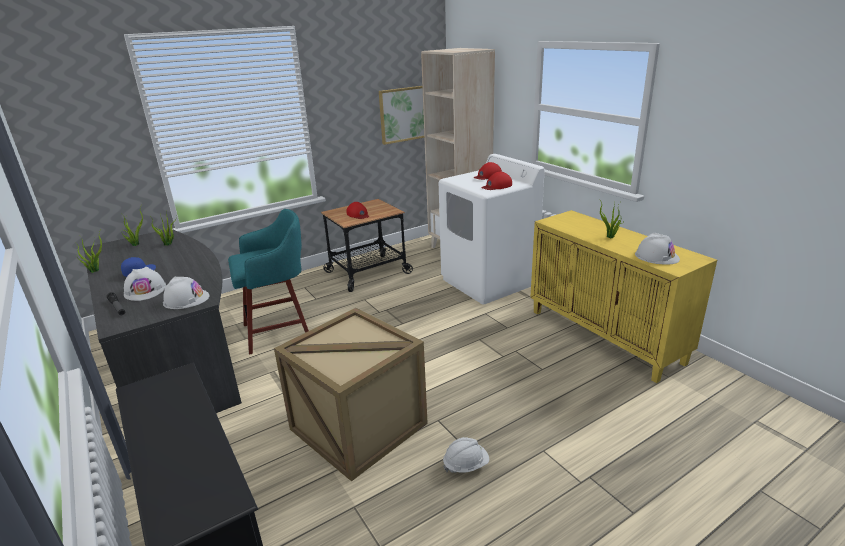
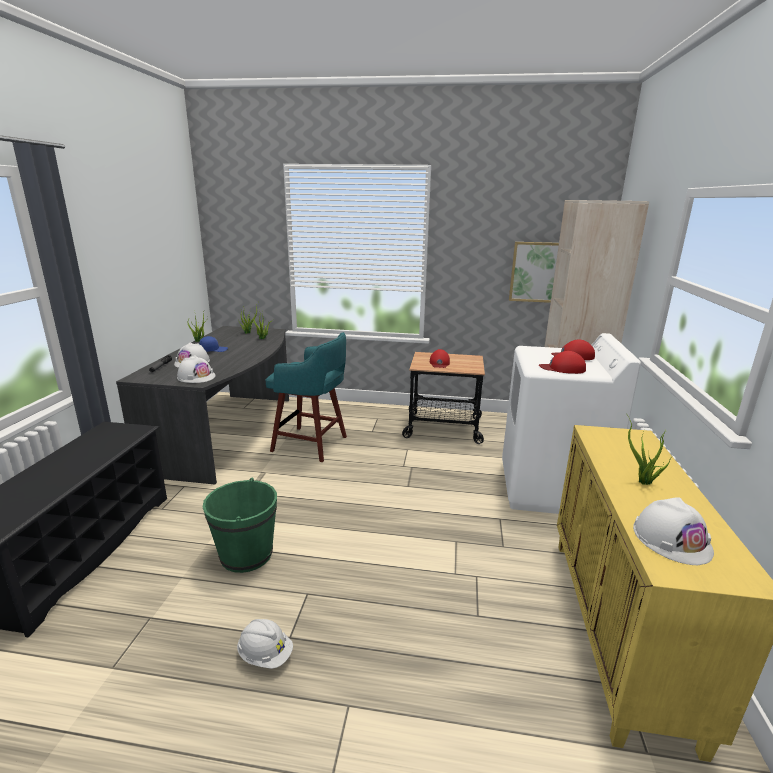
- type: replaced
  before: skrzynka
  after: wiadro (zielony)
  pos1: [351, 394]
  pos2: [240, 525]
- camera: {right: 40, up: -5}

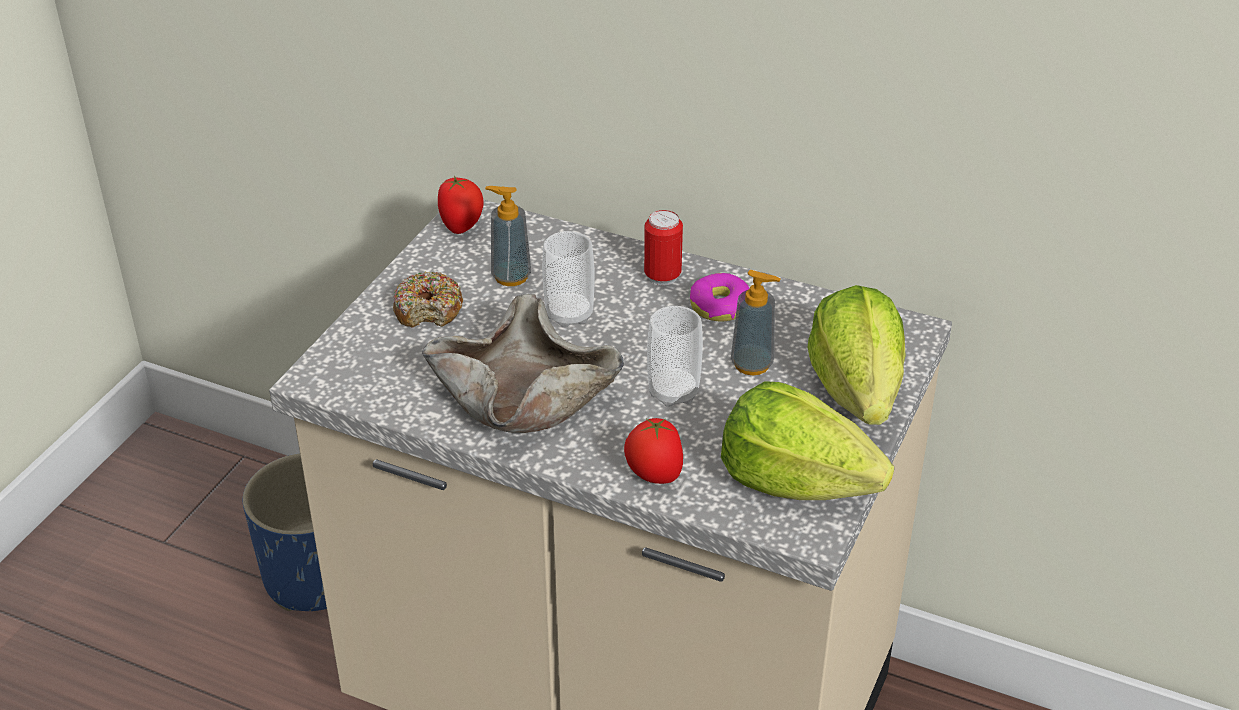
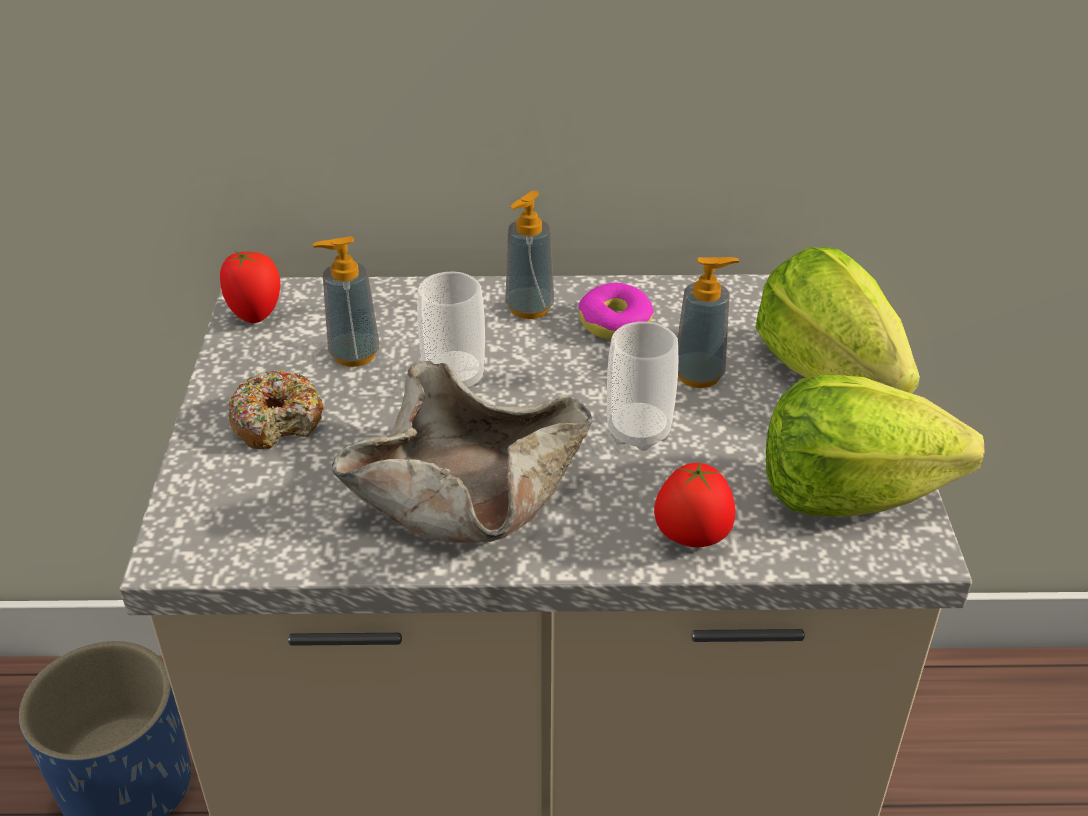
- type: replaced
  before: puszka
  after: dozownik mydła
  pos1: [663, 247]
  pos2: [529, 255]
- camera: {right: -25, up: 0}

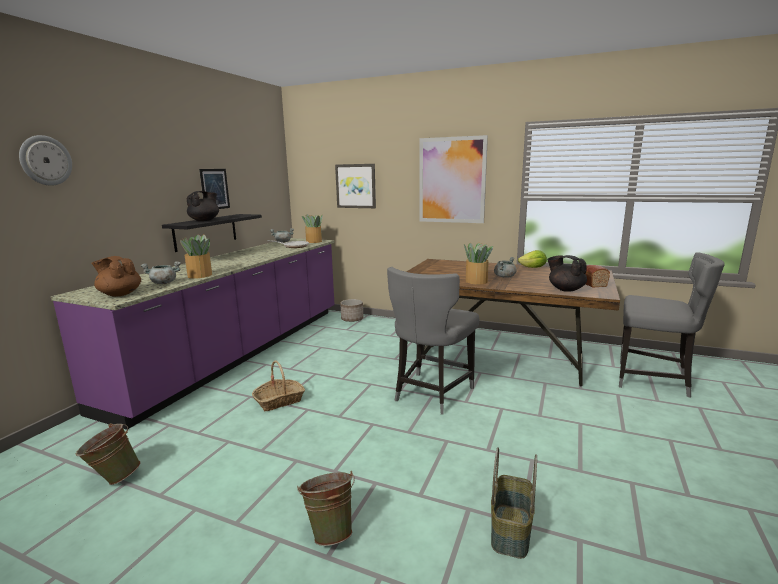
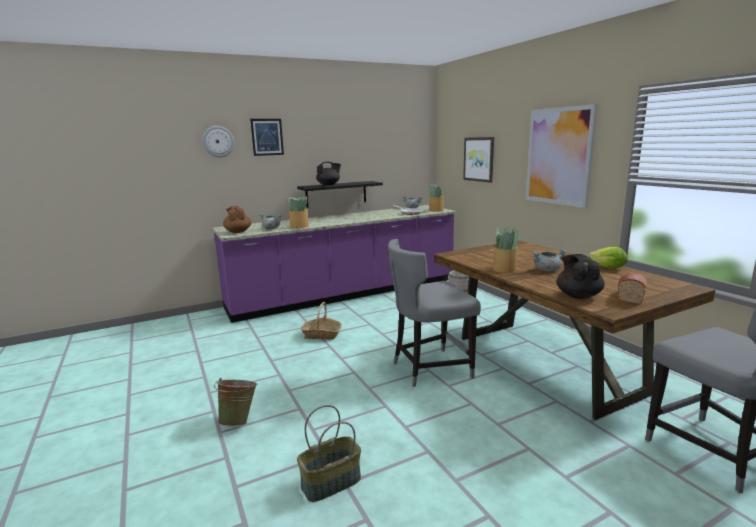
- type: removed
  before: wiadro (zielony)
  pos1: [108, 454]
- type: moved
  before: obraz
  pos1: [214, 189]
  pos2: [267, 137]
- camera: {right: 40, up: 0}

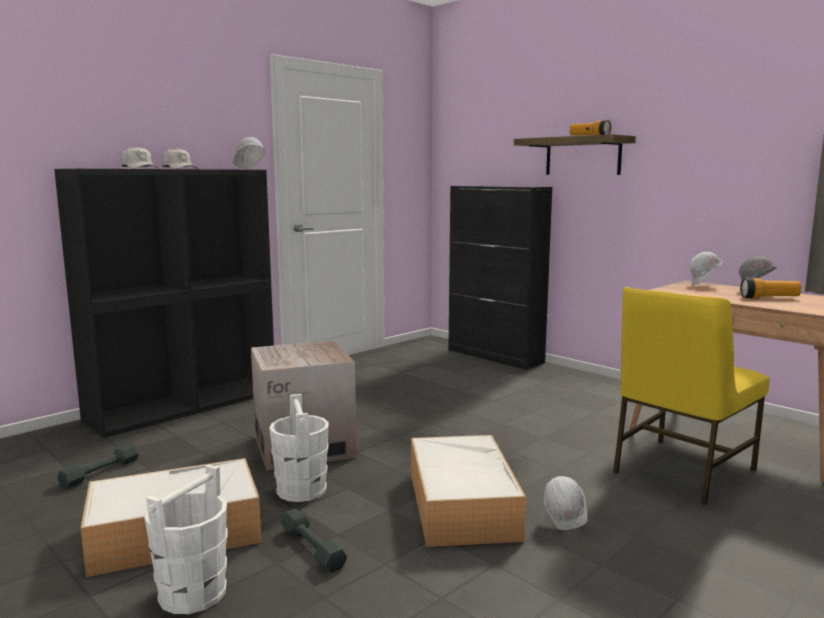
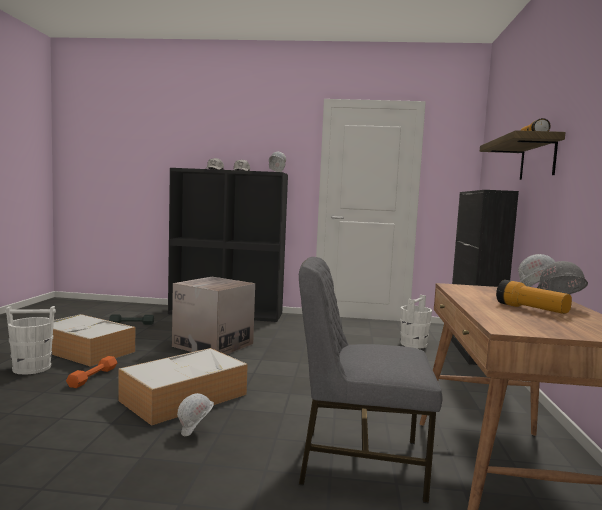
- type: moved
  before: wiadro (biały)
  pos1: [299, 448]
  pos2: [416, 322]
- type: recoloured
  before: hantel (szary)
  after: hantel (pomarańczowy)
  pos1: [314, 540]
  pos2: [91, 372]
- type: recoloured
  before: krzesło (żółty)
  after: krzesło (szary)
  pos1: [691, 396]
  pos2: [370, 380]
- camera: {right: 50, up: -5}

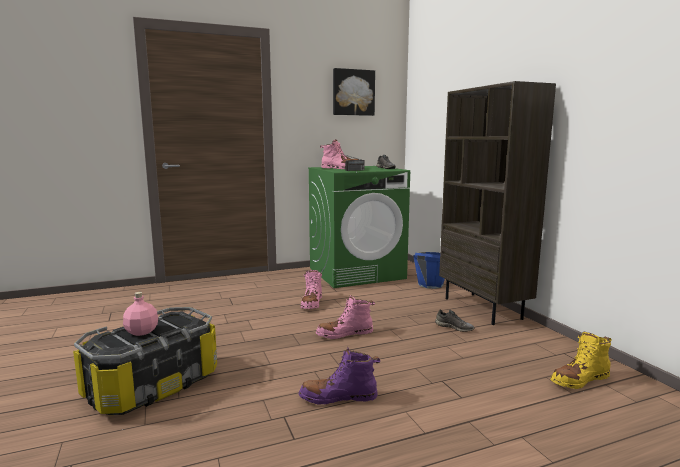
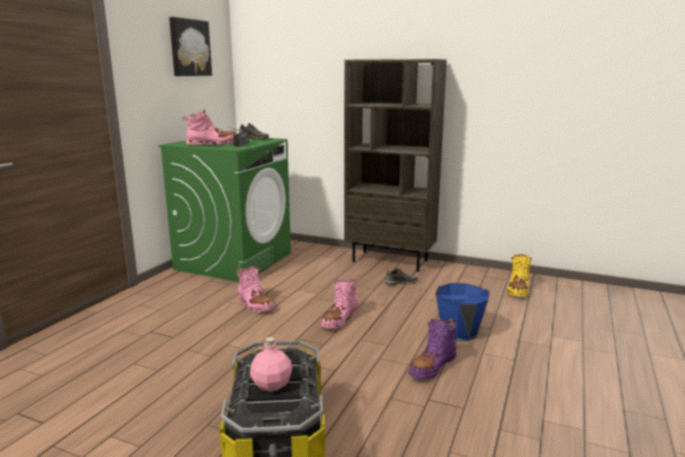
- type: moved
  before: wiadro (niebieski)
  pos1: [429, 270]
  pos2: [462, 312]
- camera: {right: -45, up: 5}

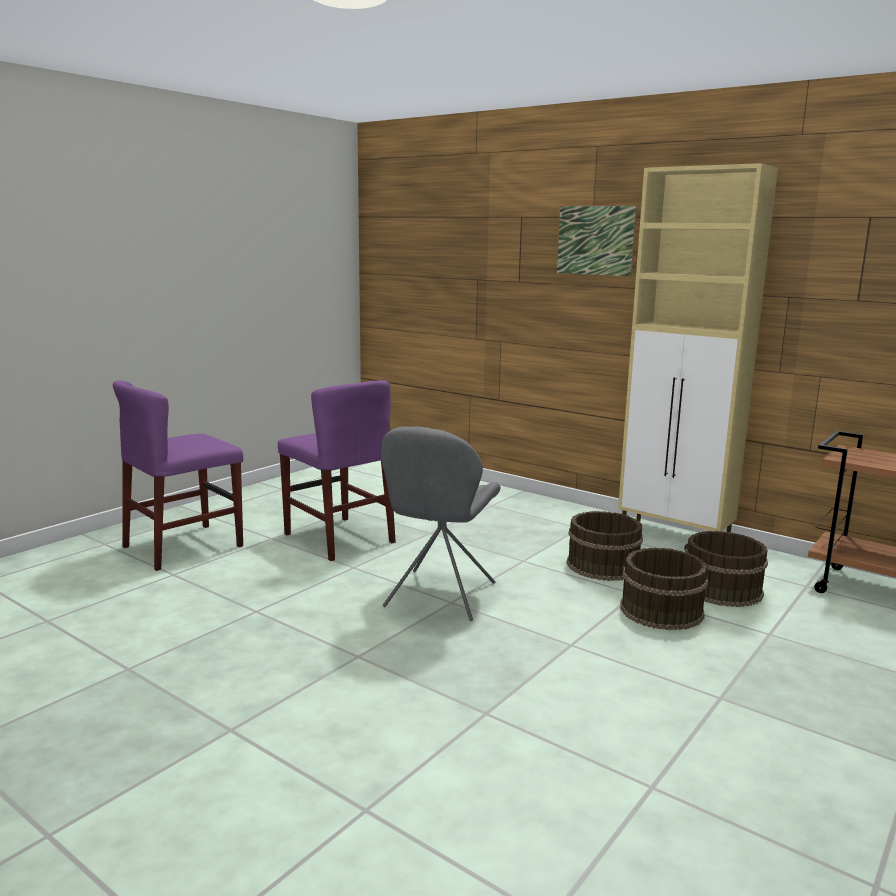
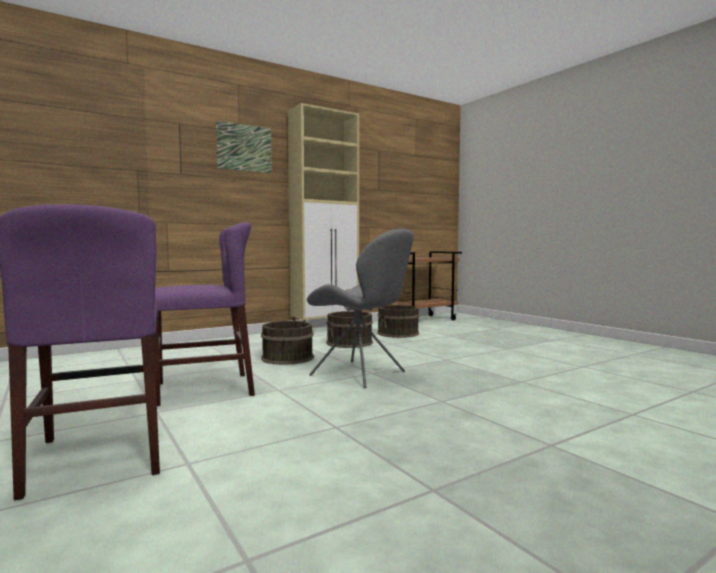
- type: moved
  before: wiadro (brązowy)
  pos1: [664, 589]
  pos2: [287, 343]
- camera: {right: -70, up: -10}

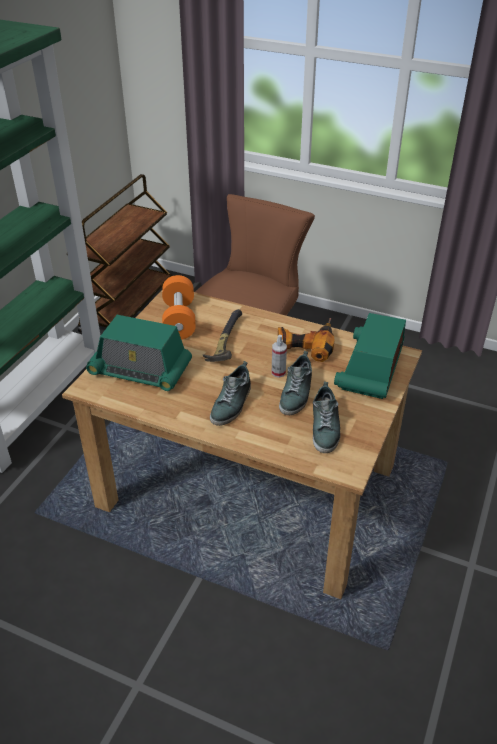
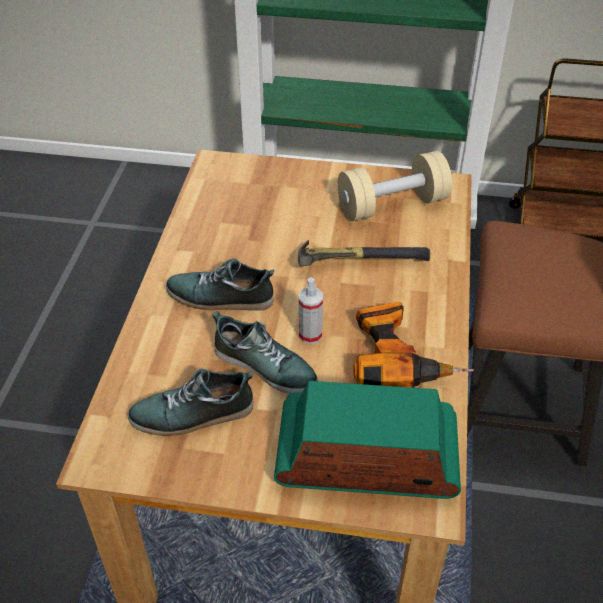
- type: removed
  before: radio
  pos1: [139, 353]
- type: recoloured
  before: hantel (pomarańczowy)
  after: hantel (beżowy)
  pos1: [179, 307]
  pos2: [394, 186]
- type: turned
  before: but
  pos1: [295, 383]
  pos2: [265, 352]
  turn: -150
- camera: {right: 75, up: 5}

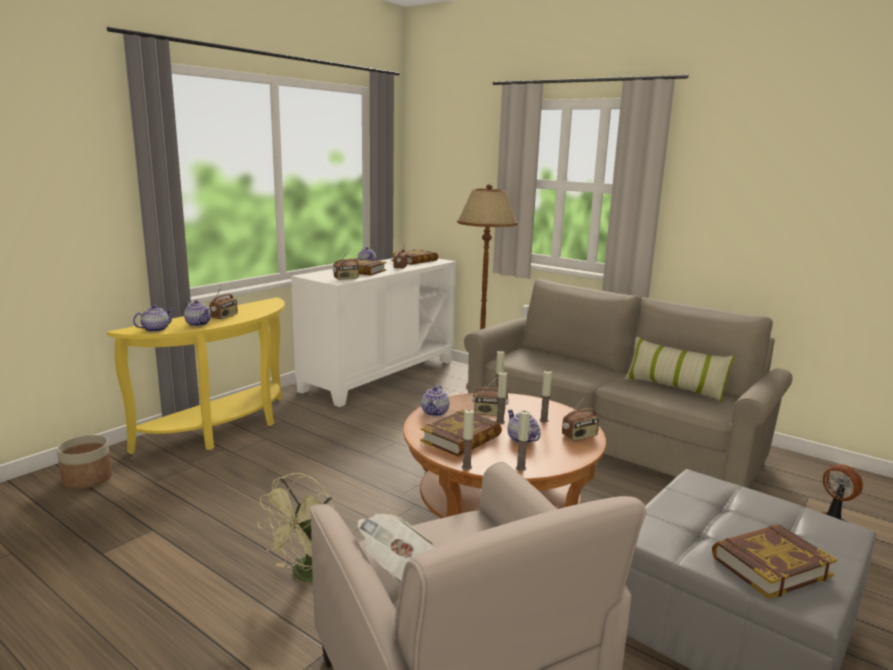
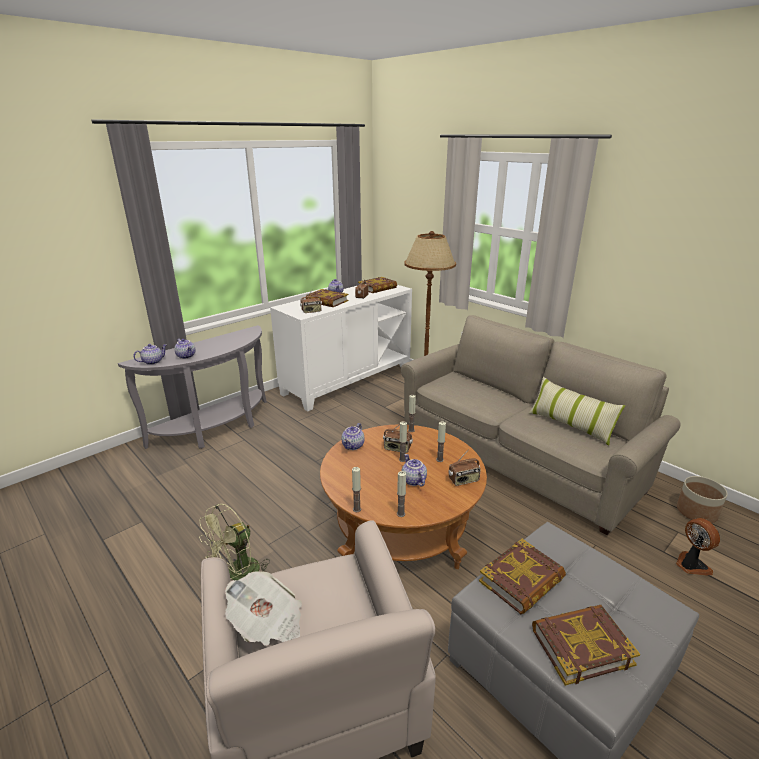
- type: moved
  before: donica
  pos1: [84, 462]
  pos2: [702, 499]
- type: recoloured
  before: stolik konsolowy (żółty)
  after: stolik konsolowy (szary)
  pos1: [196, 375]
  pos2: [192, 387]
- type: removed
  before: radio
  pos1: [223, 302]
- type: moved
  before: książka
  pos1: [461, 433]
  pos2: [522, 576]
- camera: {right: 10, up: 10}

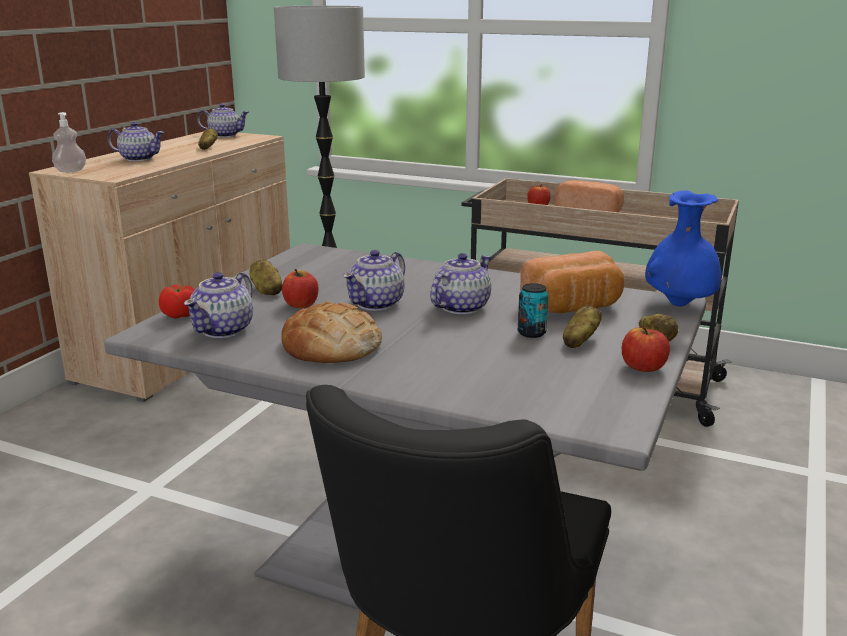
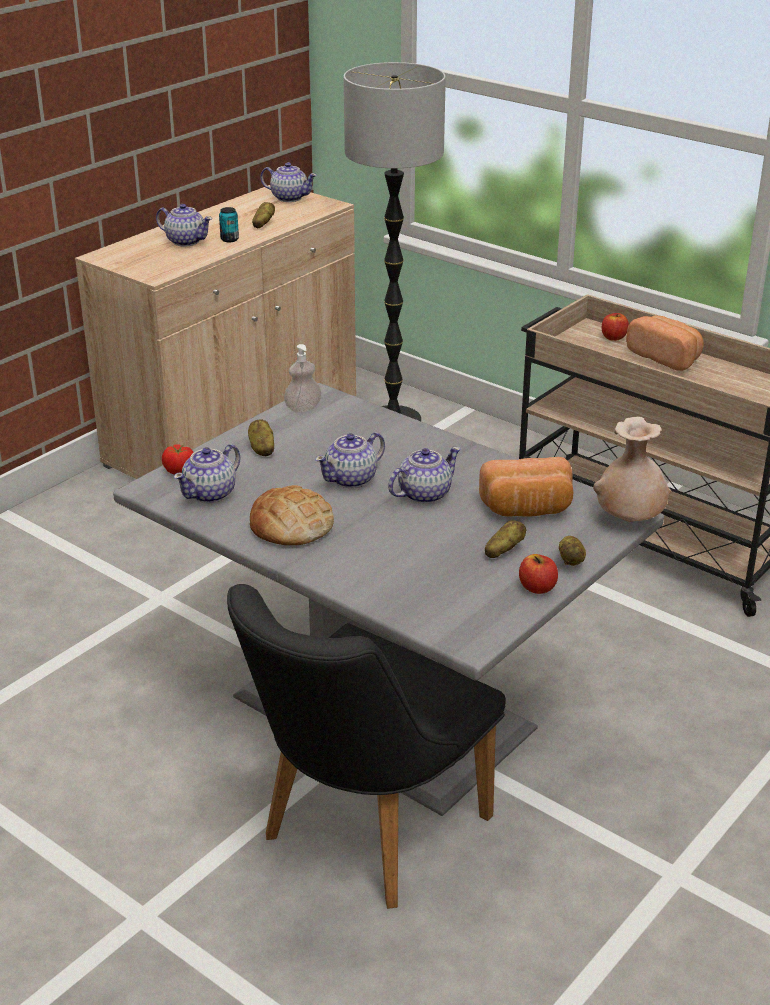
- type: moved
  before: dozownik mydła
  pos1: [69, 142]
  pos2: [303, 378]
- type: removed
  before: jabłko
  pos1: [300, 288]
- type: moved
  before: puszka
  pos1: [533, 310]
  pos2: [229, 224]
- type: recoloured
  before: wazon (niebieski)
  after: wazon (beżowy)
  pos1: [683, 248]
  pos2: [632, 469]
- camera: {right: 15, up: 10}

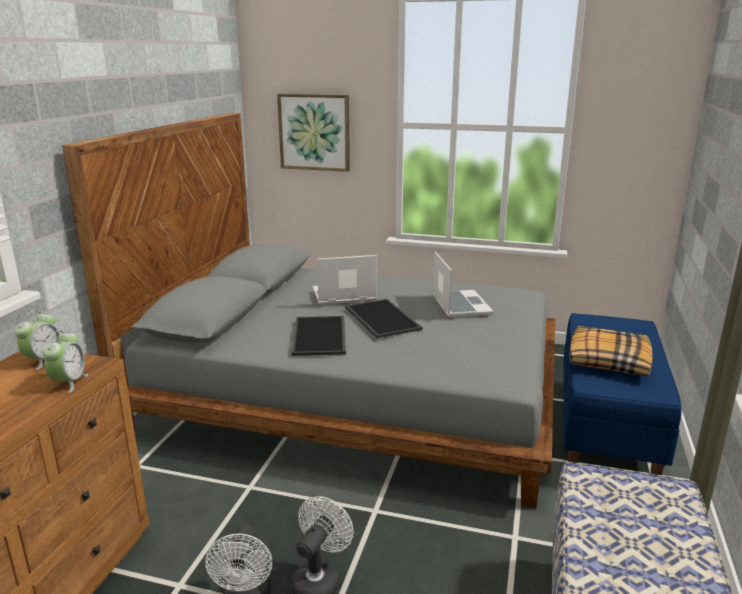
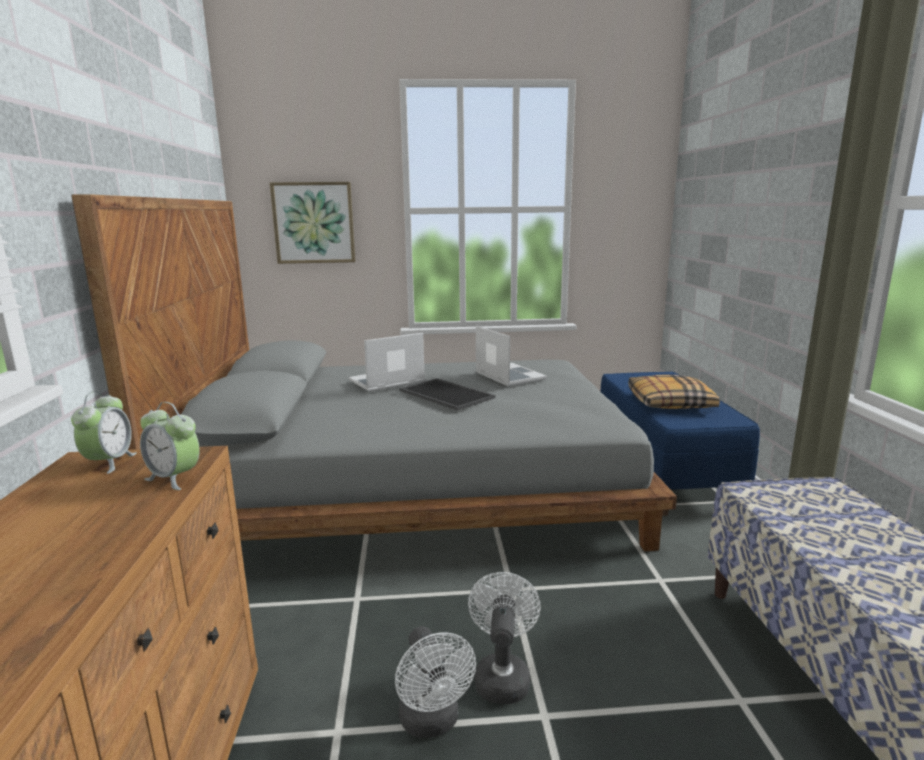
- type: turned
  before: budzik
  pos1: [66, 361]
  pos2: [170, 446]
  turn: 135
- type: removed
  before: taca
  pos1: [319, 336]
- camera: {right: -20, up: -5}

